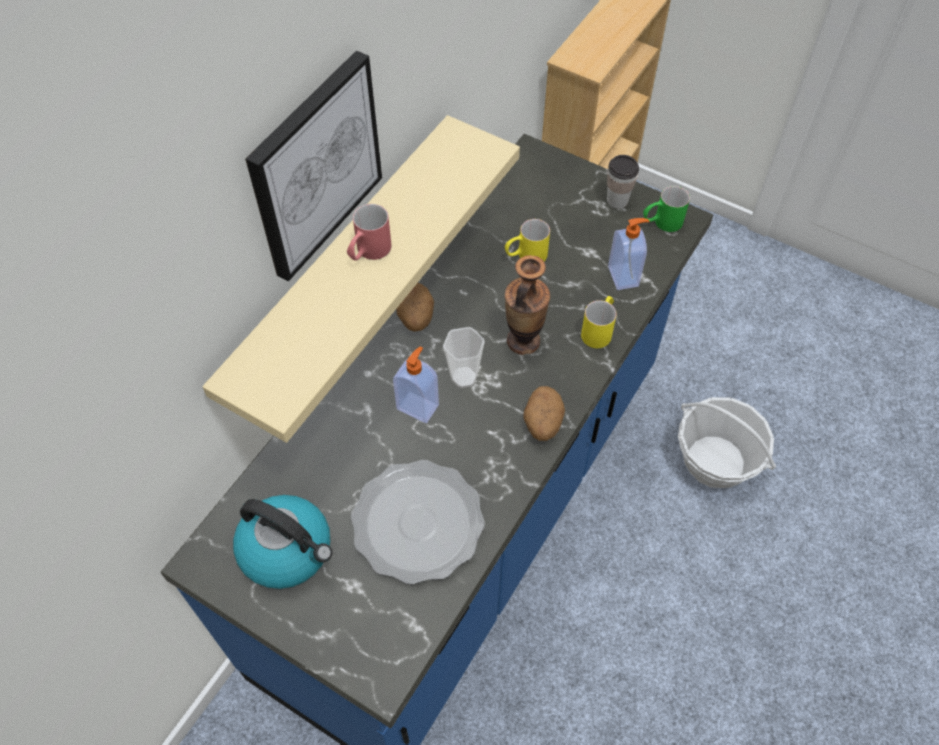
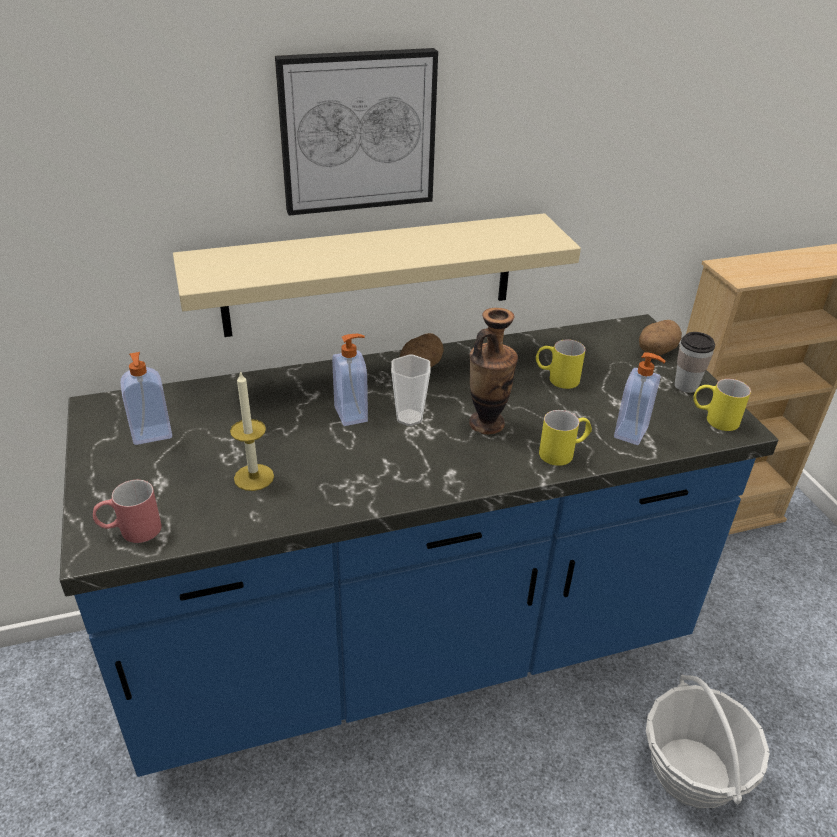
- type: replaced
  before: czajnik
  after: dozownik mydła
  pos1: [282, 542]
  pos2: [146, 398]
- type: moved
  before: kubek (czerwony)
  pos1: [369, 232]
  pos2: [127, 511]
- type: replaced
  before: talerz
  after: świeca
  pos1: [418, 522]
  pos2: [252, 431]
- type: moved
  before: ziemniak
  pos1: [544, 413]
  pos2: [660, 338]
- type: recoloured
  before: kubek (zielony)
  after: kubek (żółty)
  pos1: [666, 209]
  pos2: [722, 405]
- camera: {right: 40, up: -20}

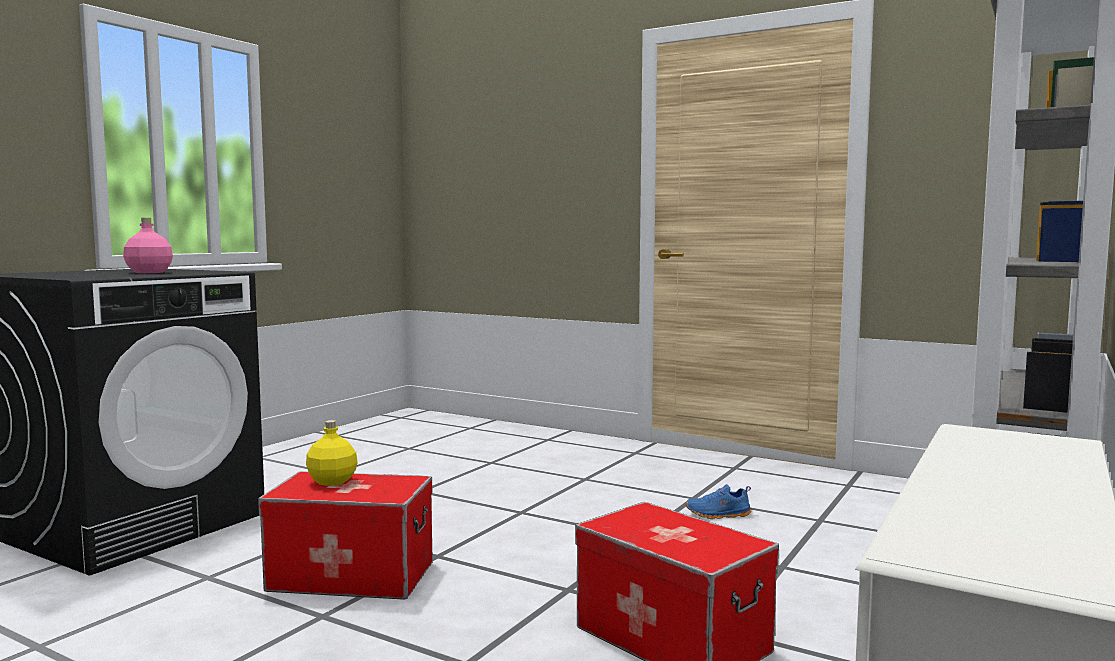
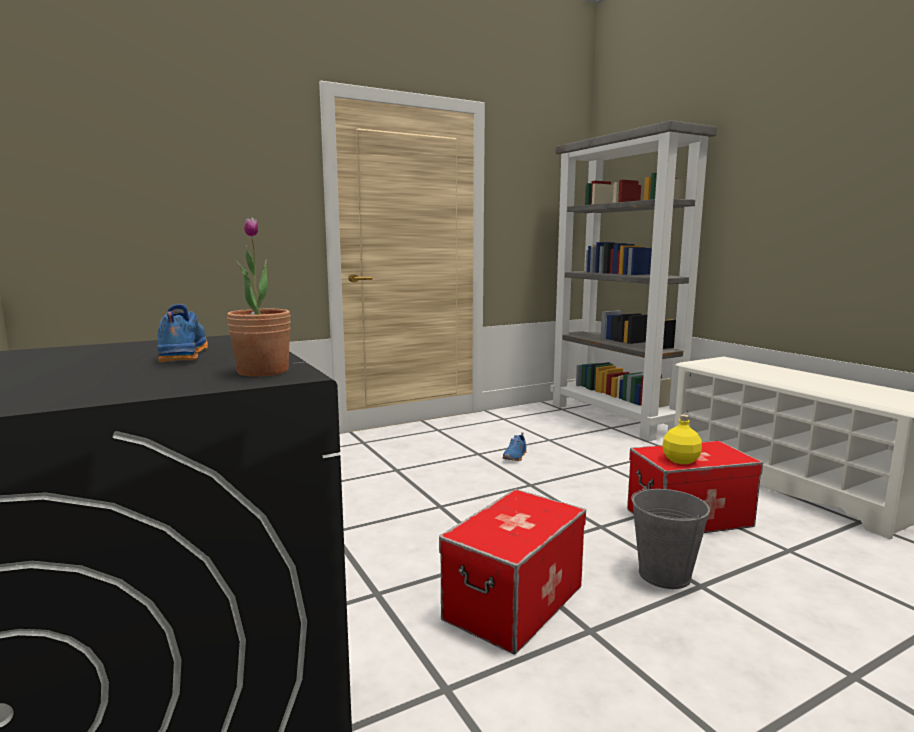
- type: replaced
  before: butelka (różowy)
  after: but (niebieski)
  pos1: [148, 245]
  pos2: [182, 333]
- type: moved
  before: butelka (żółty)
  pos1: [332, 453]
  pos2: [682, 439]
- type: added
  after: roślina doniczkowa
  pos2: [259, 296]
- type: added
  after: wiadro (szary)
  pos2: [670, 537]
- camera: {right: -60, up: 5}

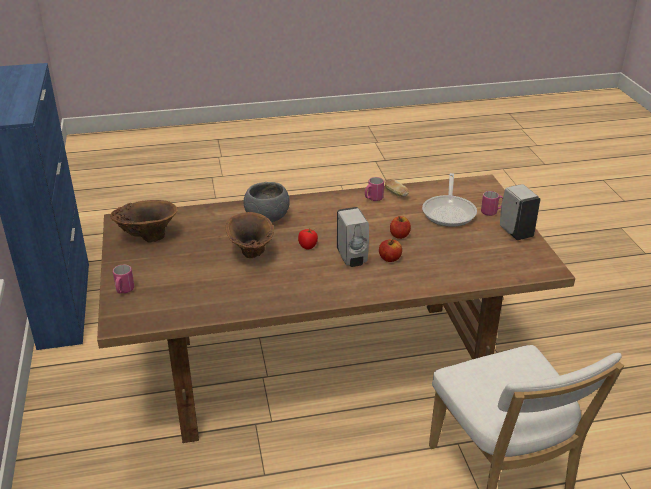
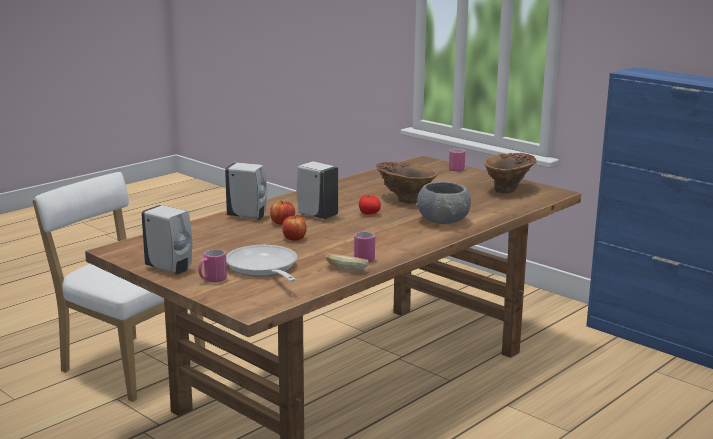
- type: added
  after: dozownik mydła (biały)
  pos2: [246, 191]
- camera: {right: 145, up: -15}

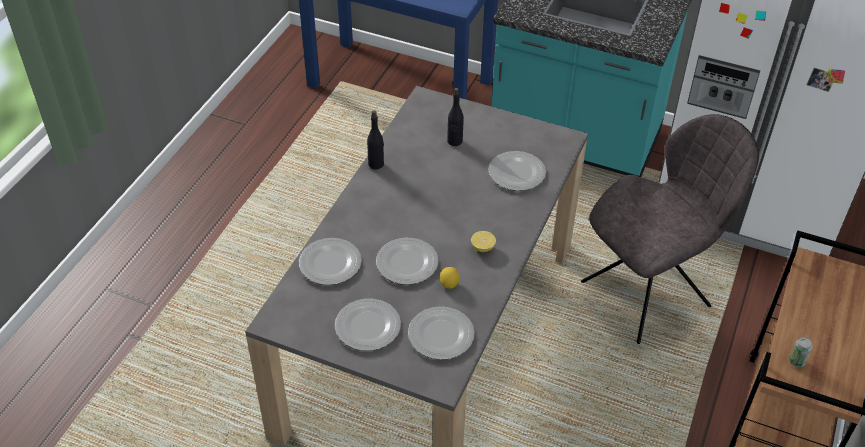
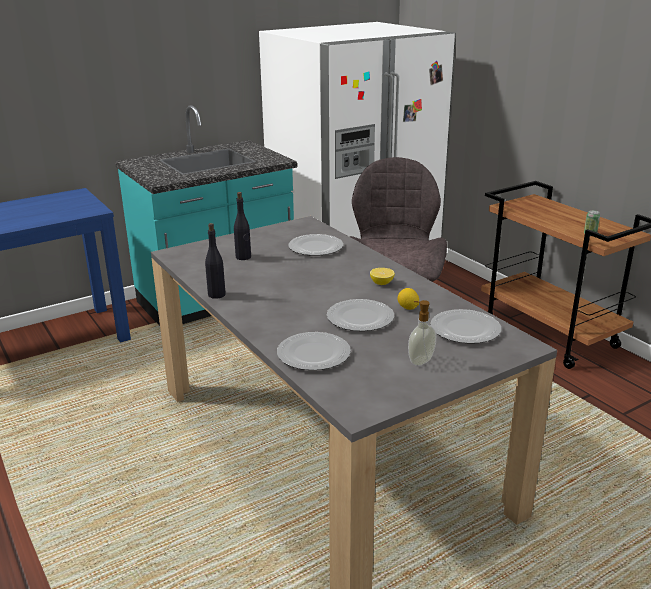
- type: replaced
  before: talerz
  after: dozownik mydła
  pos1: [368, 324]
  pos2: [422, 333]
- camera: {right: -55, up: -20}

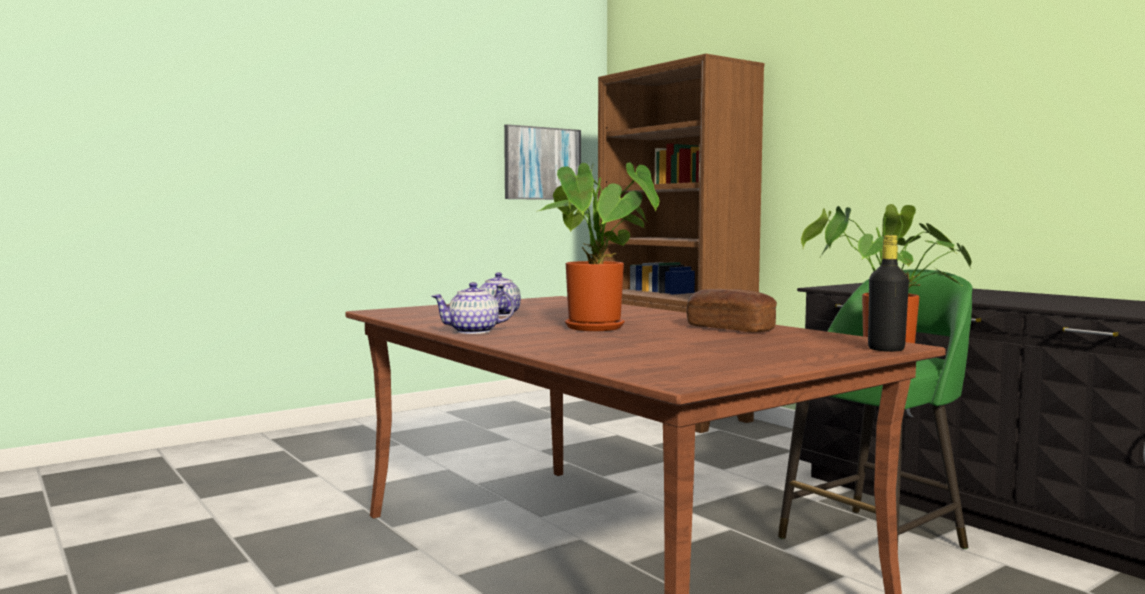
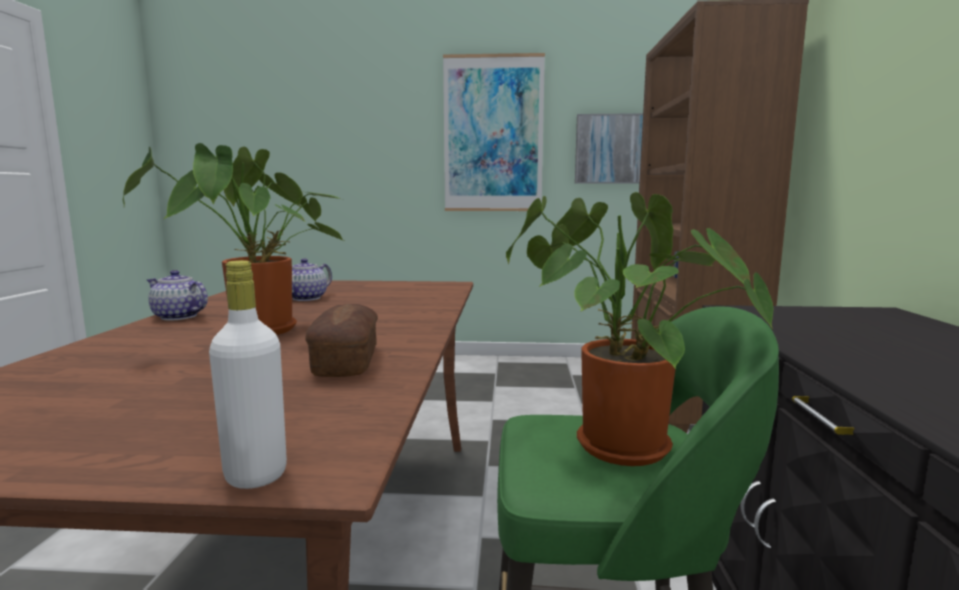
- type: recoloured
  before: butelka (czarny)
  after: butelka (biały)
  pos1: [888, 293]
  pos2: [248, 374]
- type: added
  after: obraz
  pos2: [494, 132]
- camera: {right: 40, up: 5}

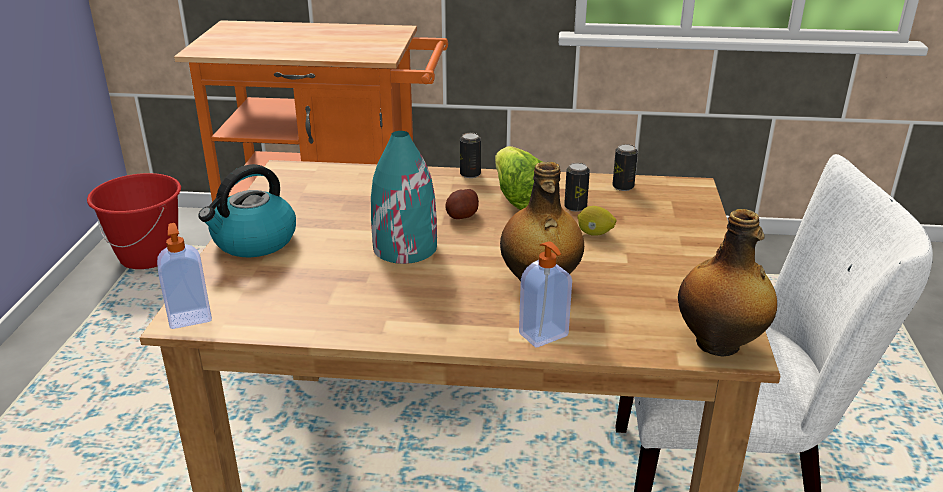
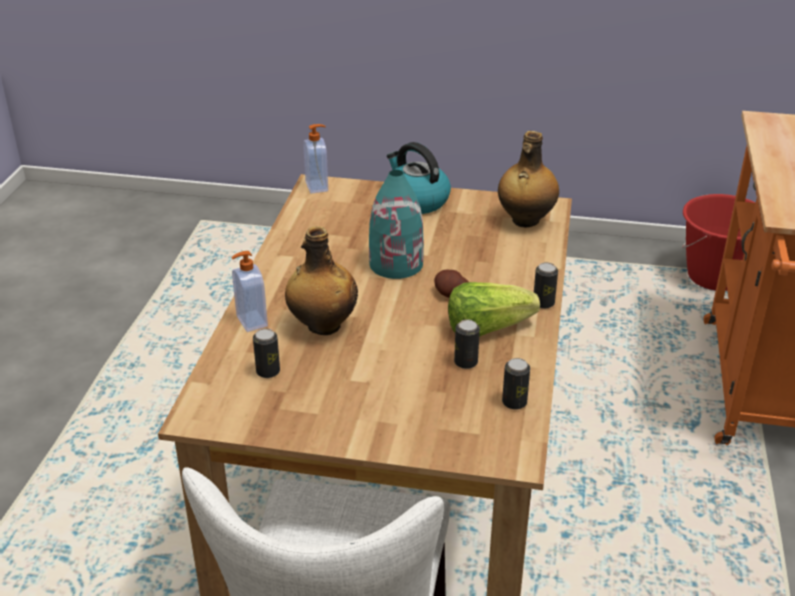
- type: removed
  before: cytryna
  pos1: [596, 221]
- type: moved
  before: butelka
  pos1: [727, 283]
  pos2: [528, 179]
- type: added
  after: puszka
  pos2: [266, 353]
- camera: {right: 95, up: 5}

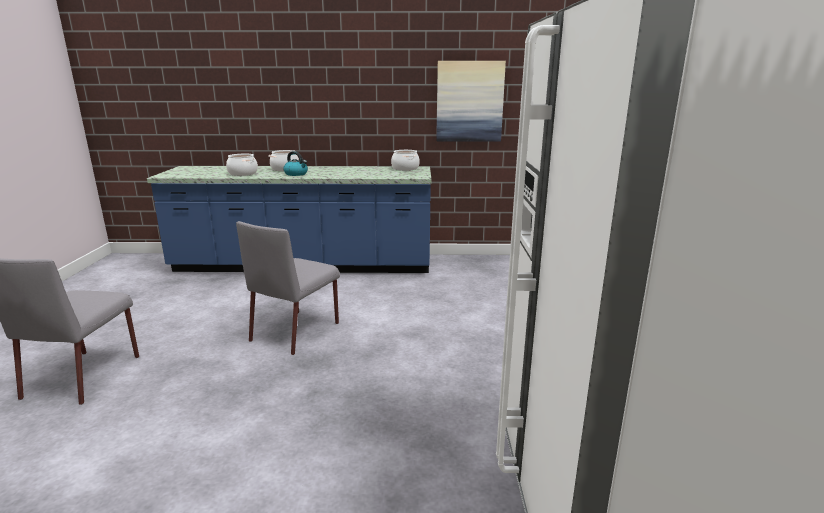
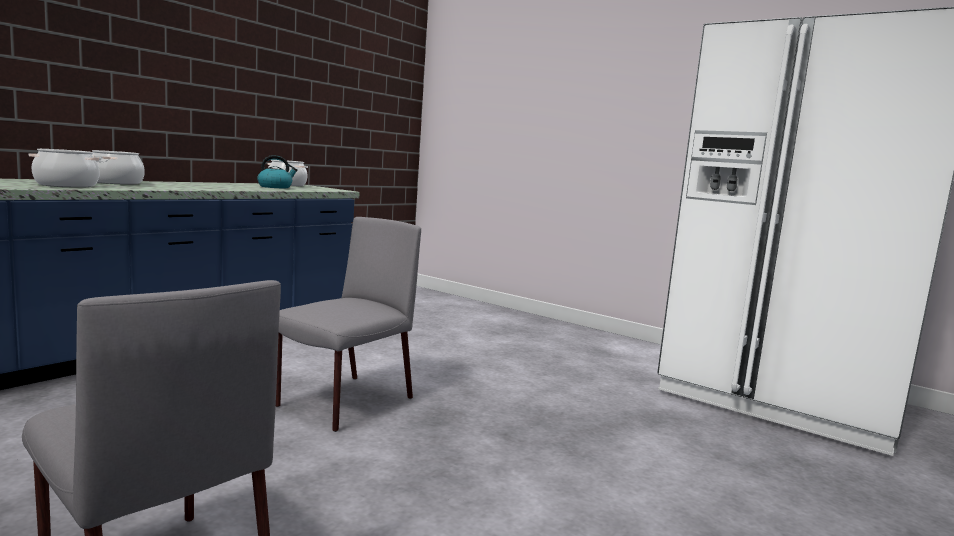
- type: turned
  before: krzesło (szary)
  pos1: [288, 288]
  pos2: [348, 324]
  turn: -120
- type: moved
  before: czajnik
  pos1: [295, 163]
  pos2: [277, 171]
- type: removed
  before: obraz
  pos1: [471, 101]
- camera: {right: -55, up: -10}

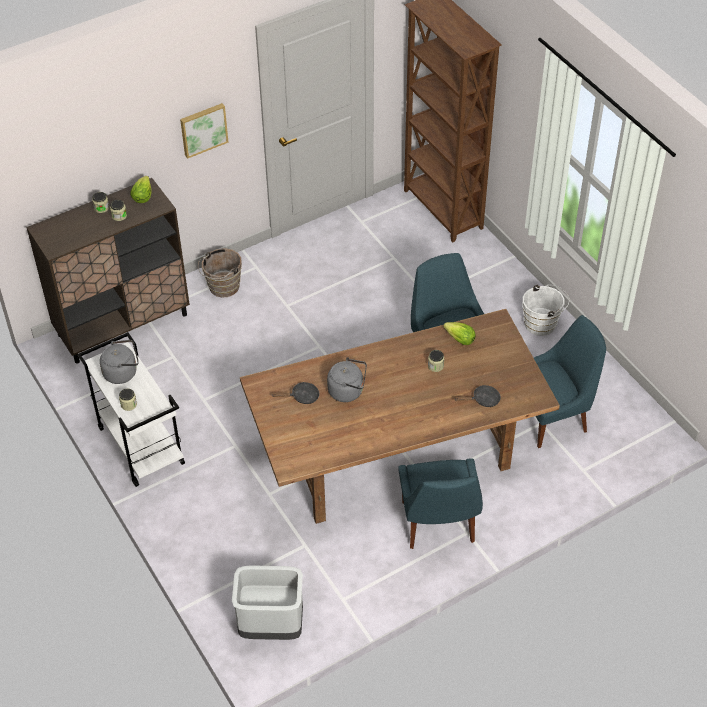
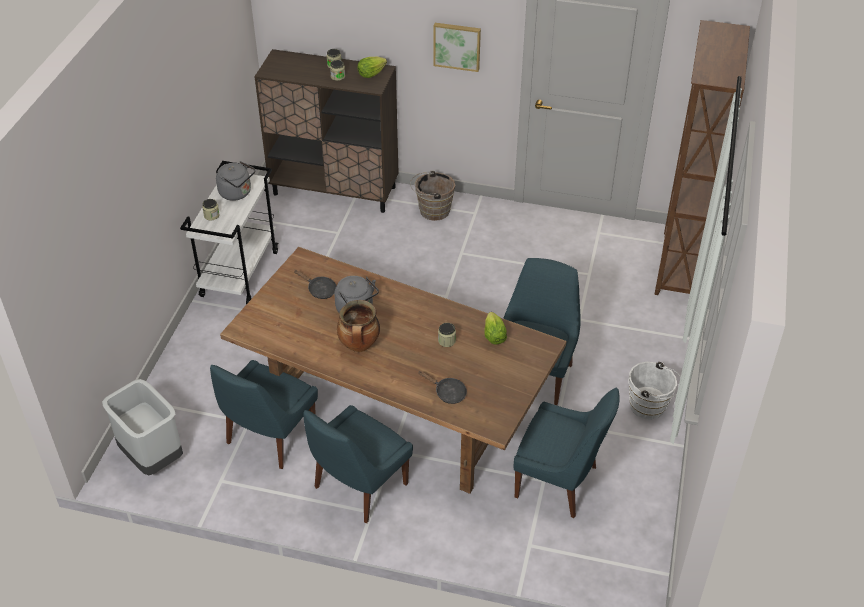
- type: added
  after: krzesło (niebieski)
  pos2: [264, 414]
- type: added
  after: garnek
  pos2: [358, 326]
- camera: {right: 45, up: -5}

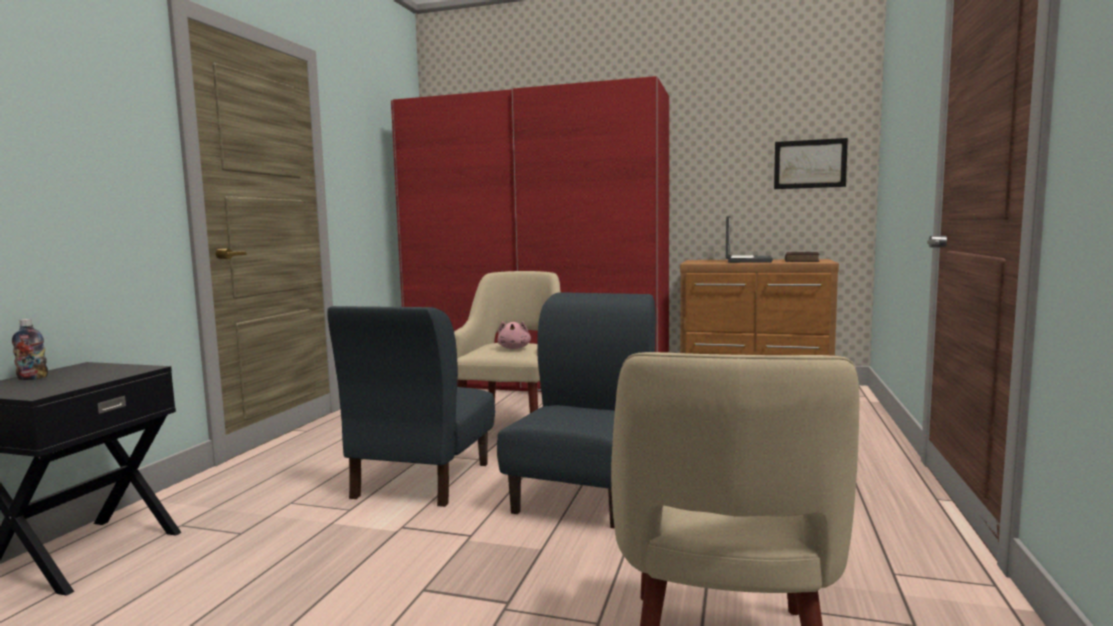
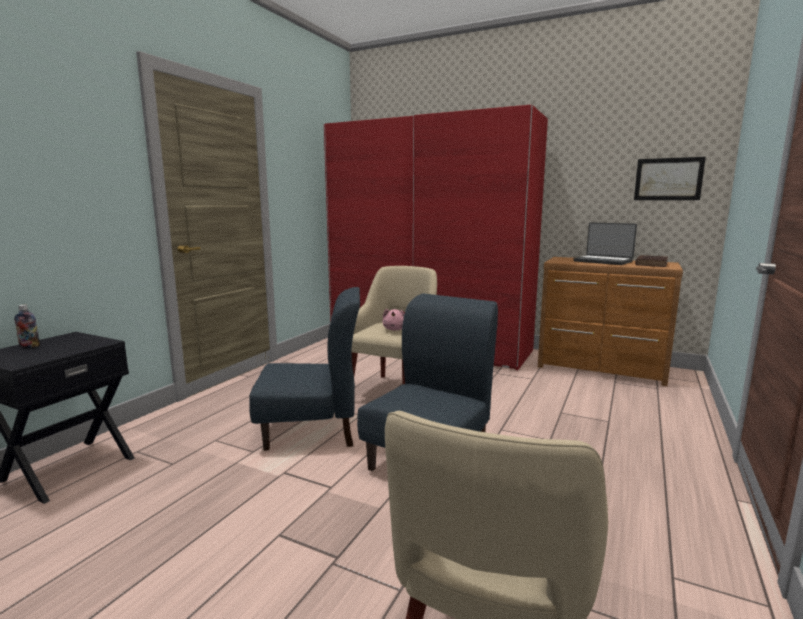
- type: turned
  before: krzesło (niebieski)
  pos1: [411, 406]
  pos2: [304, 369]
  turn: -120
- type: turned
  before: laptop
  pos1: [749, 239]
  pos2: [605, 244]
  turn: 105
- camera: {right: 10, up: 5}

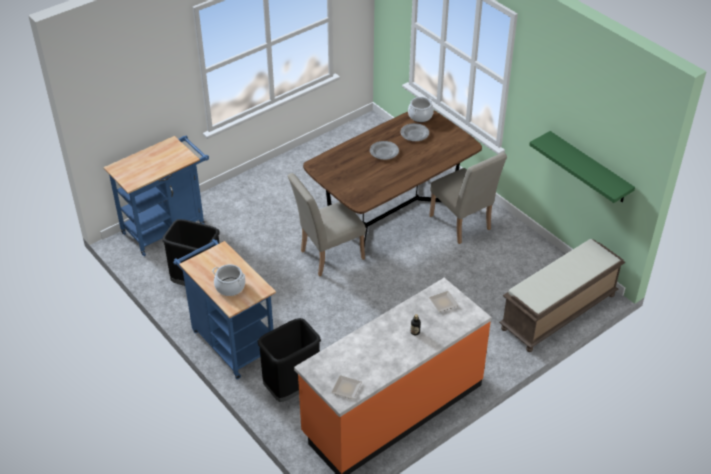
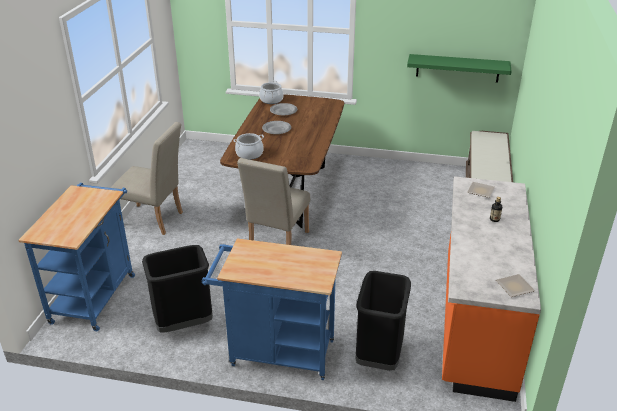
- type: moved
  before: garnek
  pos1: [228, 280]
  pos2: [248, 146]
- type: moved
  before: krzesło (beżowy)
  pos1: [468, 198]
  pos2: [147, 178]
- camera: {right: -40, up: -10}

